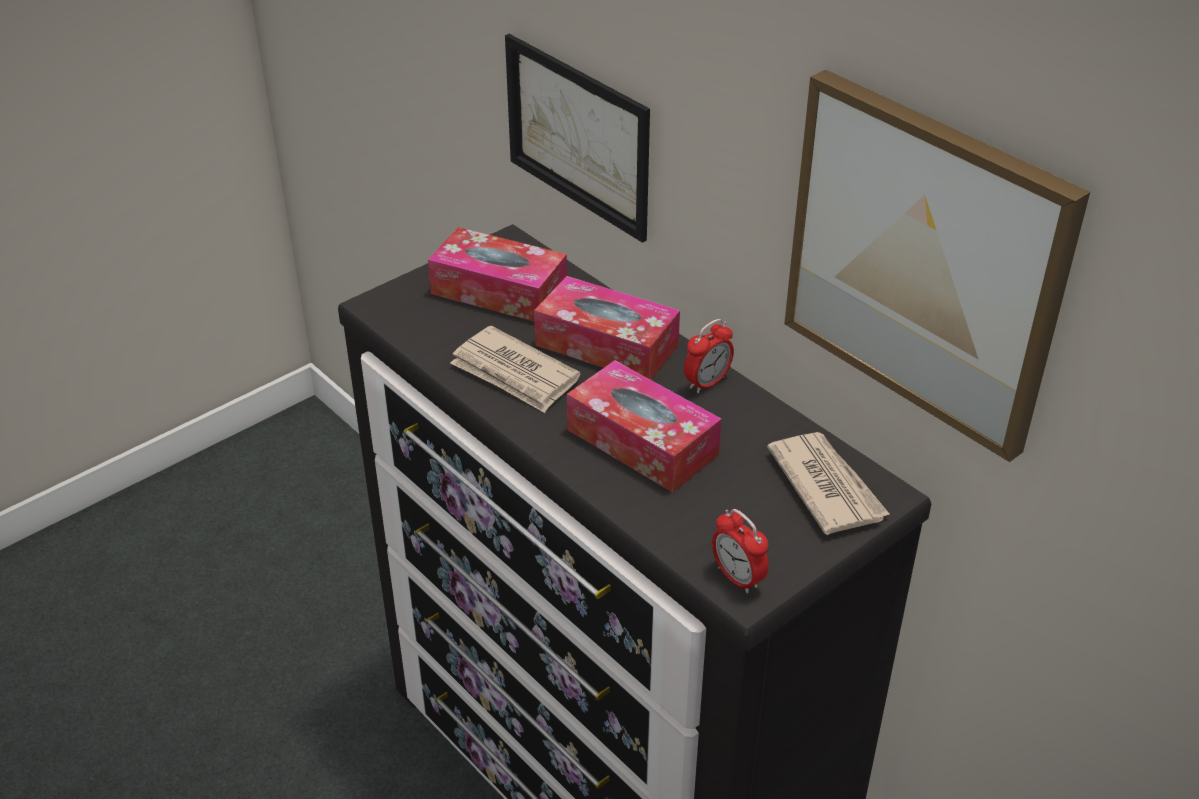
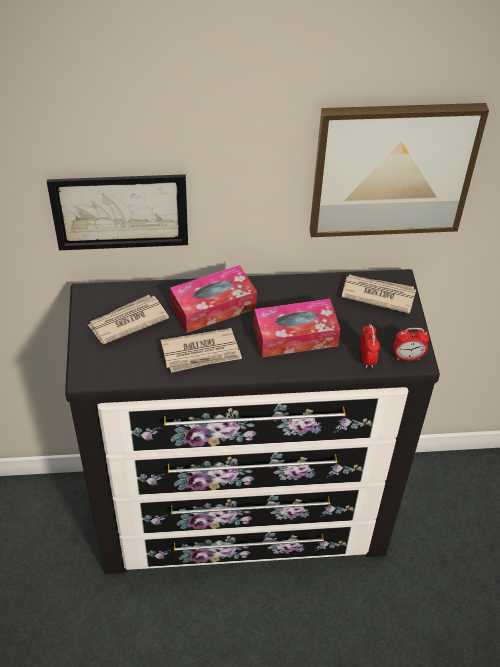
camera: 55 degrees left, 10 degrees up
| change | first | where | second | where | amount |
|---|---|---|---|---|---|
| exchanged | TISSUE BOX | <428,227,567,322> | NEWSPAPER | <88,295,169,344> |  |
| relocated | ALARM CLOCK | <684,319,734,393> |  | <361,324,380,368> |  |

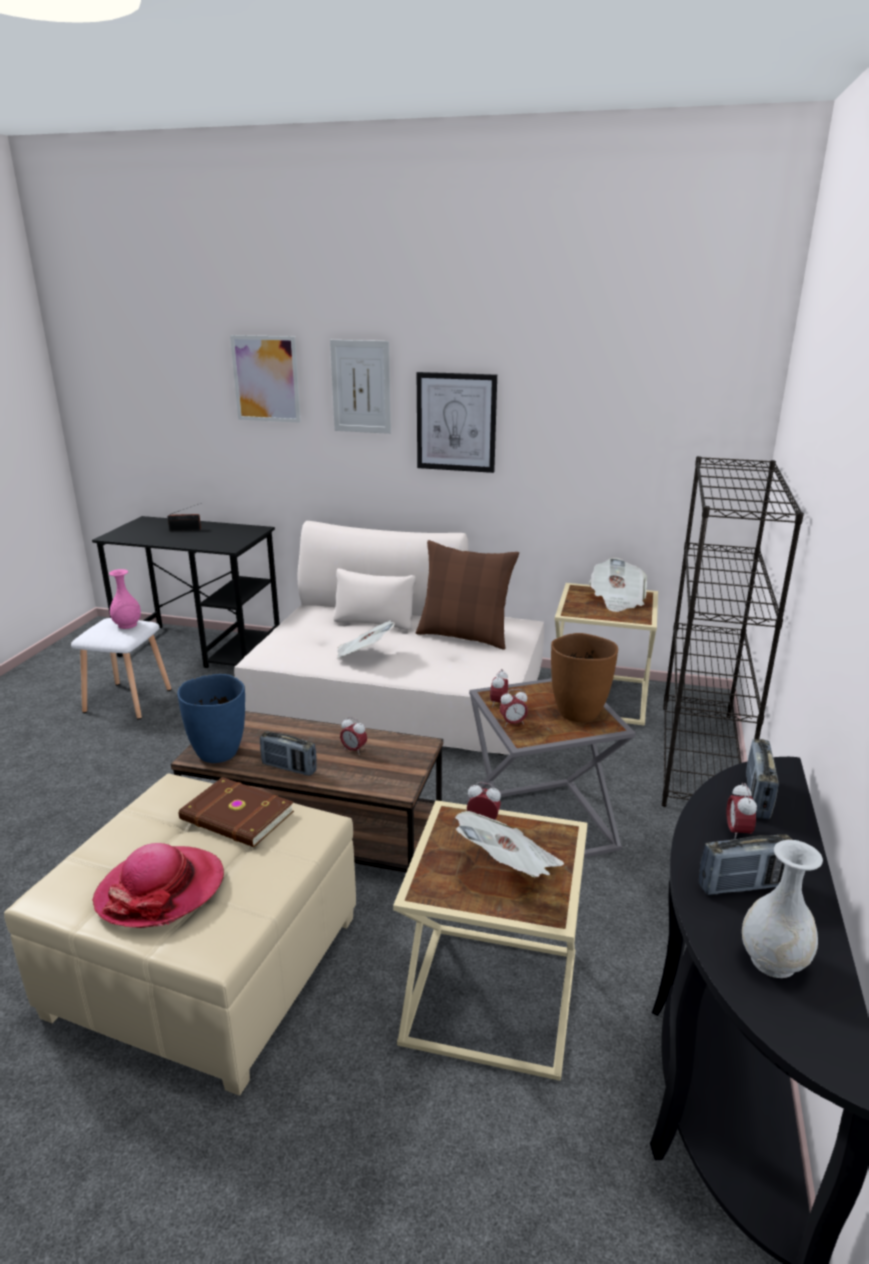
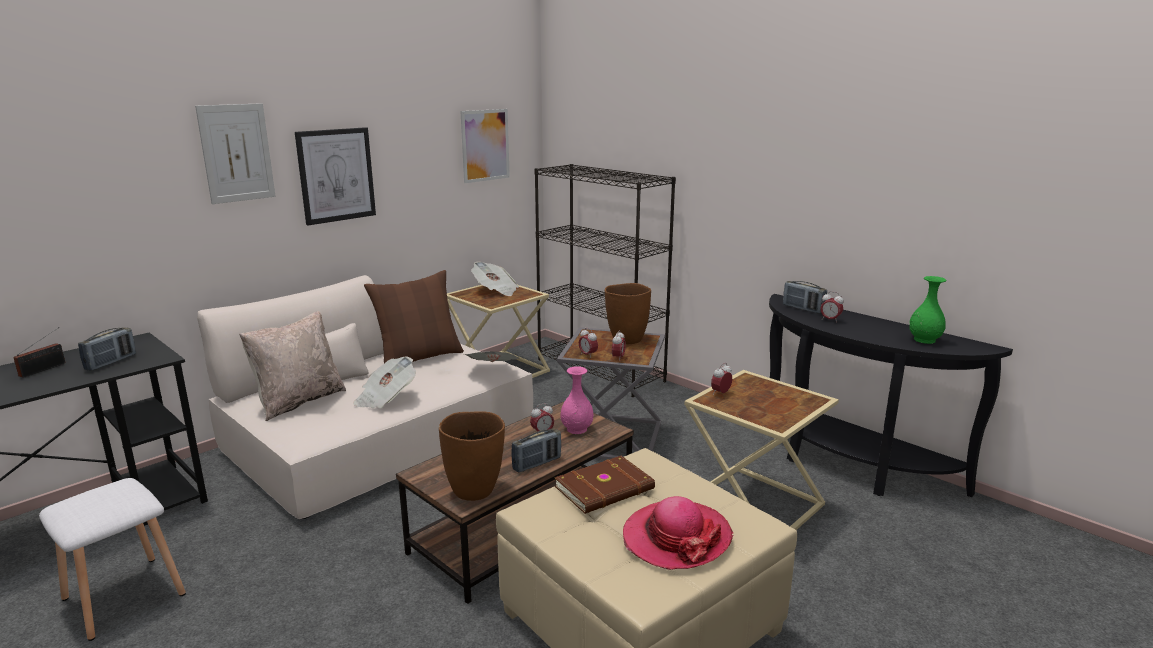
camera: 60 degrees left, 5 degrees down
| change | first | where | second | where | amount |
|---|---|---|---|---|---|
| relocated | RADIO | <699,834,793,895> |  | <78,327,136,371> |  |
| appeared |  |  | BEIGE PILLOW | <239,311,346,421> |  |
| colour | BLUE VASE | <177,674,245,763> | BROWN VASE | <439,411,505,501> |  |
| relocated | PICTURE | <230,335,301,423> |  | <460,109,510,183> |  |
| relocated | NEWSPAPER | <455,811,564,878> |  | <464,351,519,362> |  |
| relocated | PINK VASE | <109,569,141,629> |  | <561,366,593,434> |  |
| colour | WHITE VASE | <742,840,823,978> | GREEN VASE | <909,276,946,344> |  |

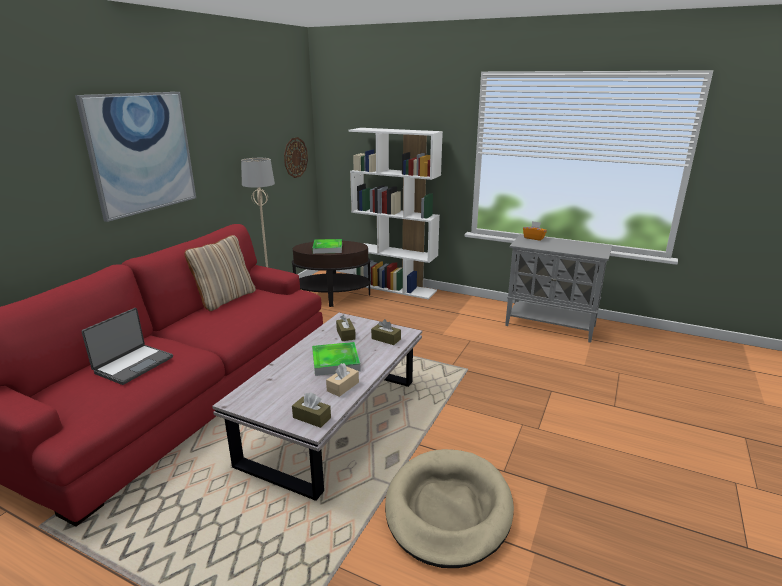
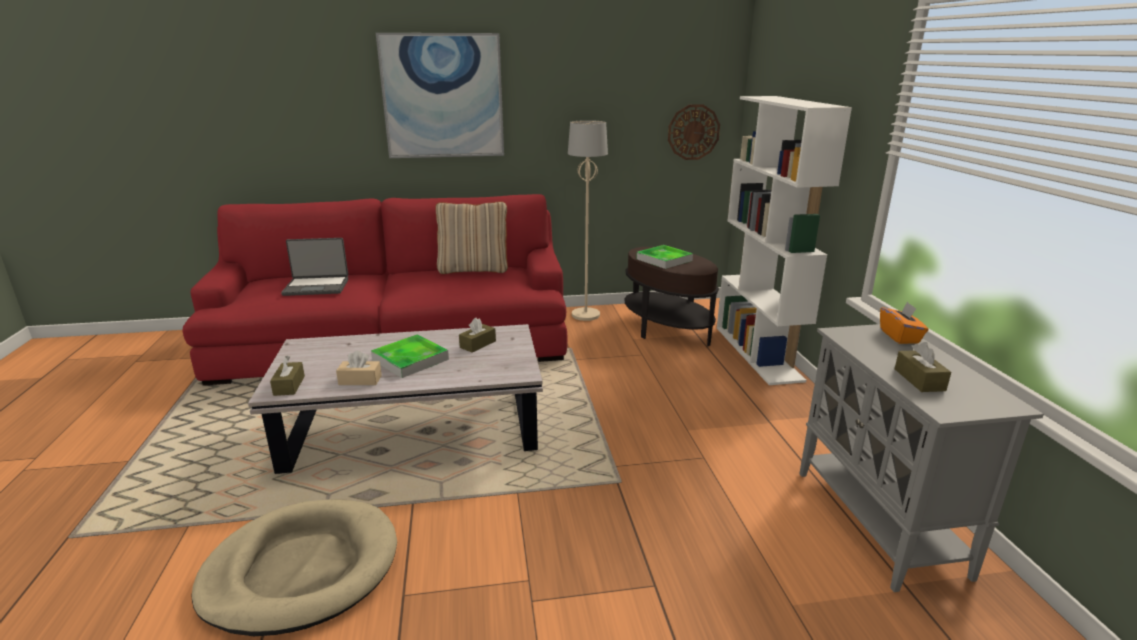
camera: 55 degrees right, 0 degrees up
| change | first | where | second | where | amount |
|---|---|---|---|---|---|
| relocated | BROWN TISSUE BOX | <371,319,401,345> |  | <895,342,951,392> |  |

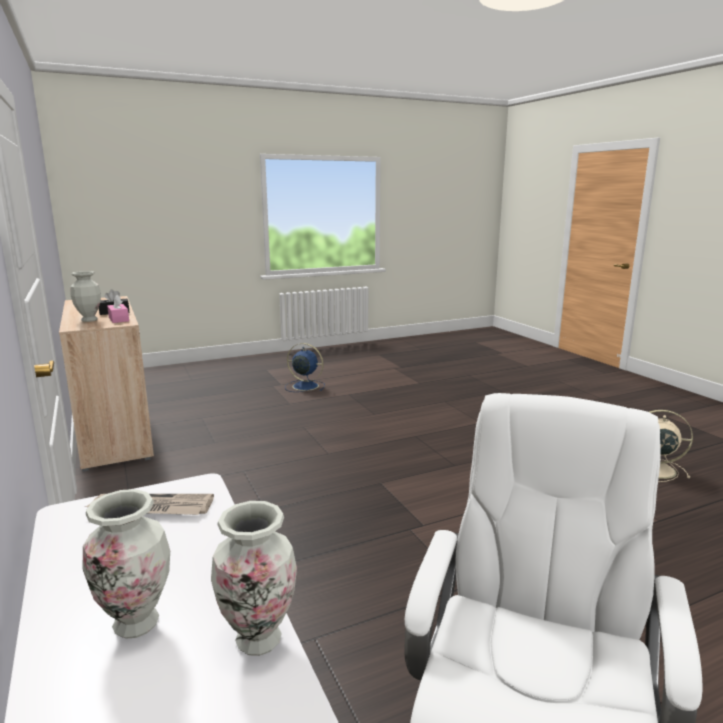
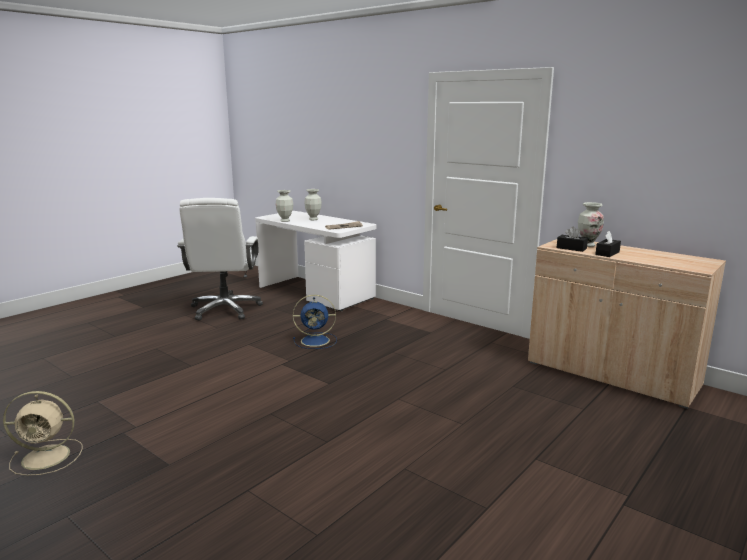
camera: 155 degrees right, 0 degrees up
| change | first | where | second | where | amount |
|---|---|---|---|---|---|
| relocated | BLUE FAN | <285,343,325,392> |  | <293,295,337,349> |  |
| colour | PINK TISSUE BOX | <107,295,129,323> | BLACK TISSUE BOX | <556,227,588,252> |  |

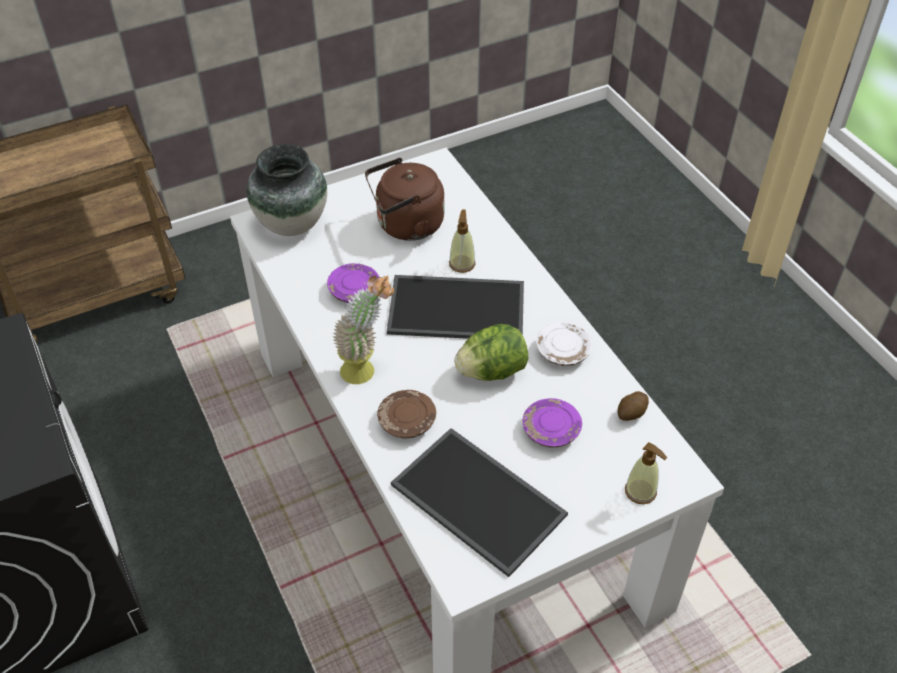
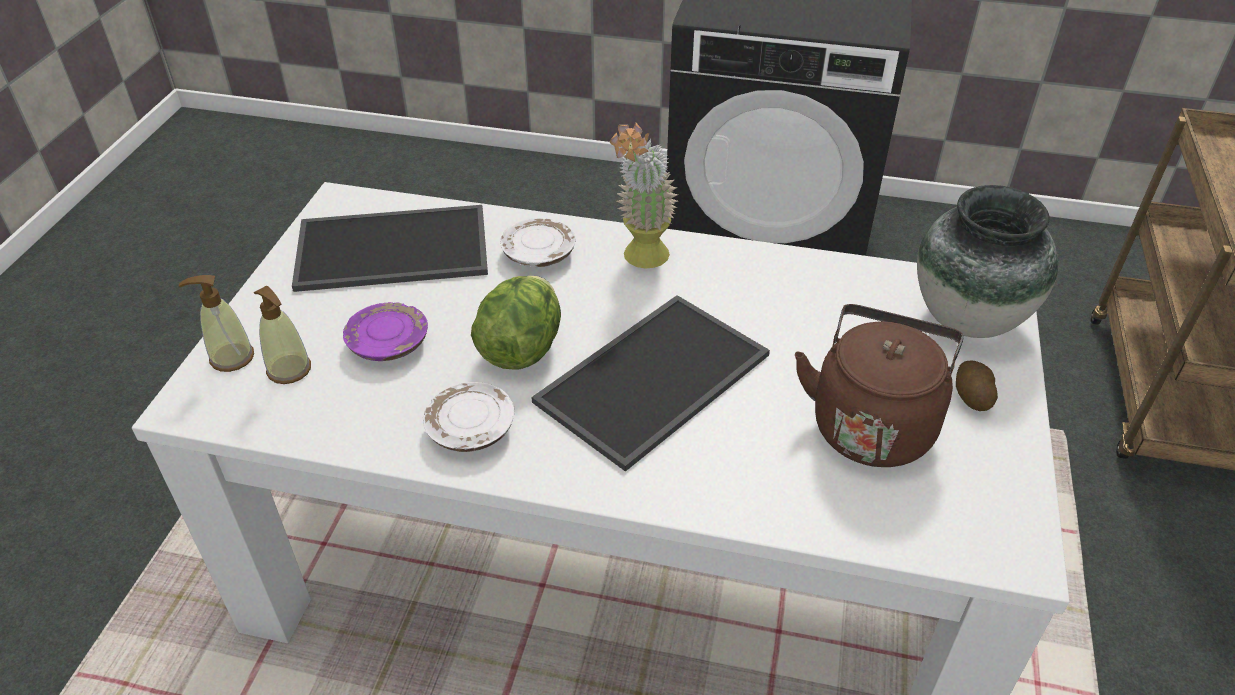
camera: 130 degrees right, 5 degrees down
| change | first | where | second | where | amount |
|---|---|---|---|---|---|
| relocated | SOAP DISPENSER | <449,209,476,273> |  | <254,285,311,384> |  |
| colour | BROWN PLATE | <377,390,436,438> | WHITE PLATE | <500,218,576,267> |  |
| relocated | POTATO | <618,391,649,421> |  | <956,360,998,411> |  |
| missing | PURPLE PLATE | <327,263,379,303> |  |  |  |

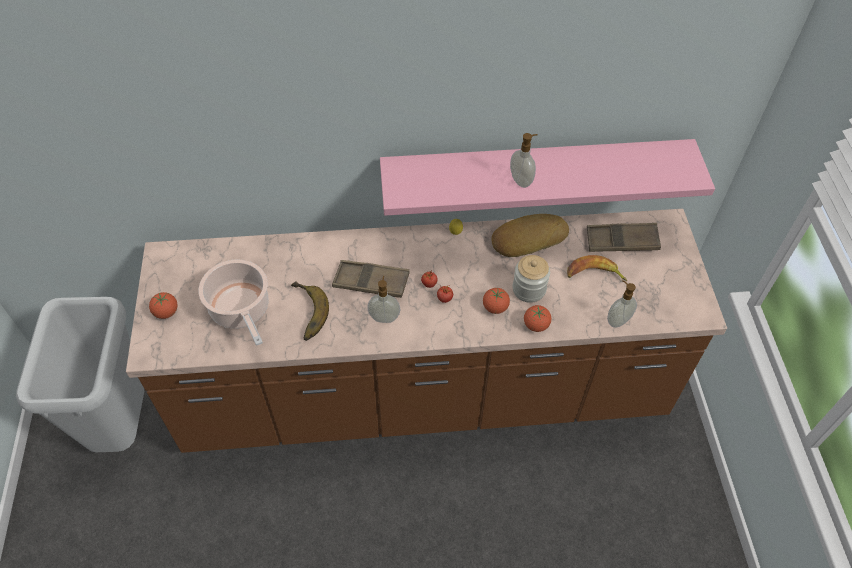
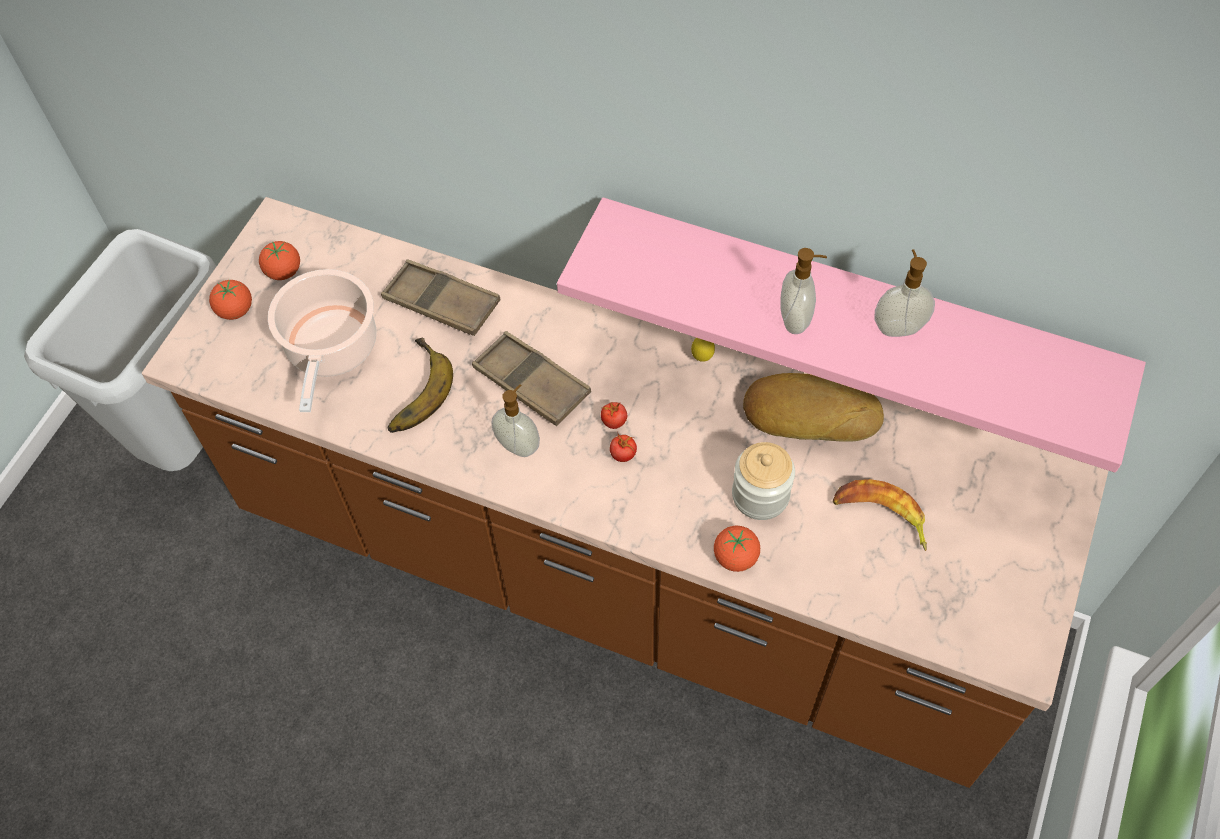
camera: 30 degrees right, 5 degrees up
| change | first | where | second | where | amount |
|---|---|---|---|---|---|
| relocated | TOMATO | <483,288,510,314> |  | <259,241,300,280> |  |
| relocated | BROWN TRAY | <587,223,661,252> |  | <381,259,501,336> |  |
| relocated | SOAP DISPENSER | <607,280,637,328> |  | <875,249,935,337> |  |

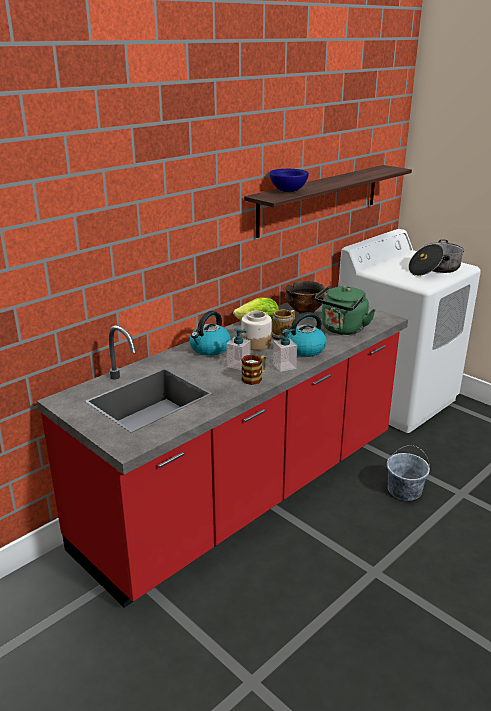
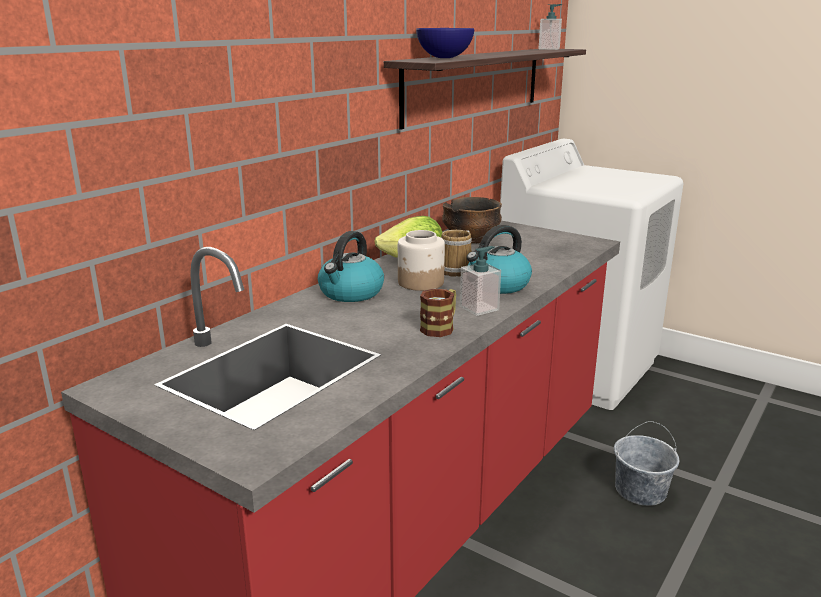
camera: 10 degrees left, 5 degrees down
| change | first | where | second | where | amount |
|---|---|---|---|---|---|
| relocated | SOAP DISPENSER | <226,328,251,371> |  | <539,4,562,50> |  |
| missing | GREEN KETTLE | <315,285,376,335> |  |  |  |
| missing | COOKING POT | <409,239,464,276> |  |  |  |

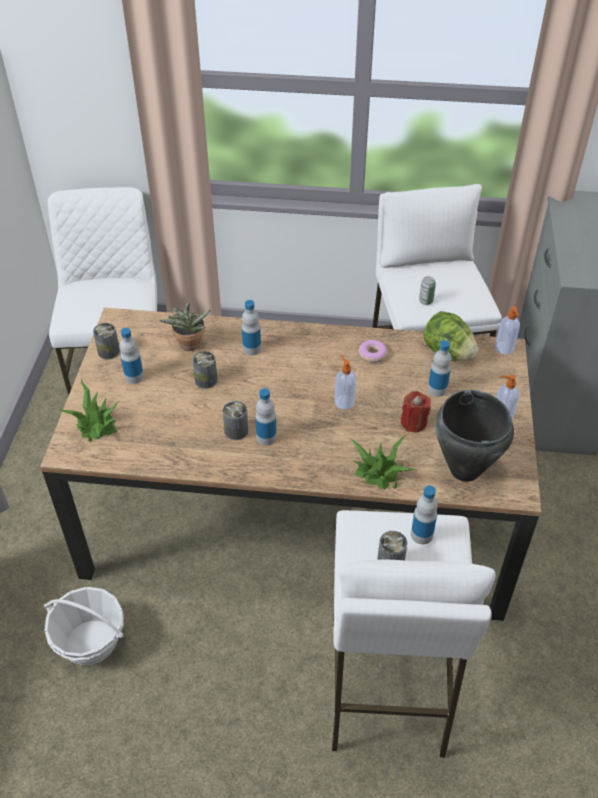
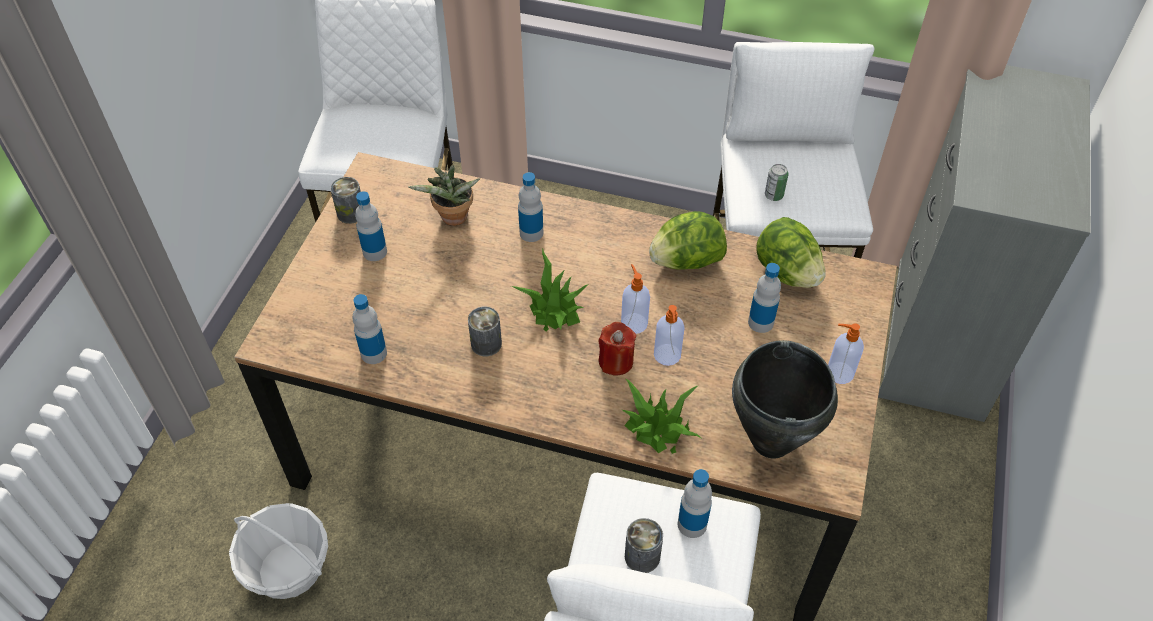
camera: 10 degrees right, 5 degrees up
| change | first | where | second | where | amount |
|---|---|---|---|---|---|
| relocated | BOTTLE | <255,388,277,446> |  | <352,294,387,364> |  |
| relocated | POTTED PLANT | <59,379,119,442> |  | <511,248,589,331> |  |
| relocated | RED CANDLE | <401,391,431,432> |  | <598,322,636,376> |  |
| exchanged | DONUT | <359,340,388,363> | LETTUCE | <649,211,727,270> |  |
| relocated | SOAP DISPENSER | <495,306,520,354> |  | <654,305,685,366> |  |
| missing | CAN | <193,351,218,389> |  |  |  |

